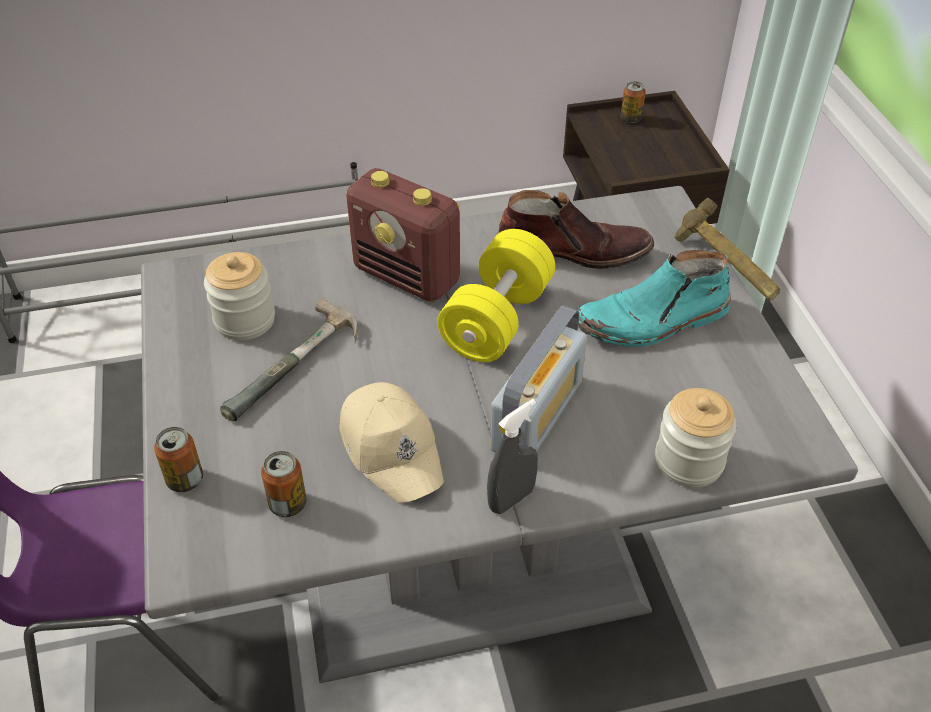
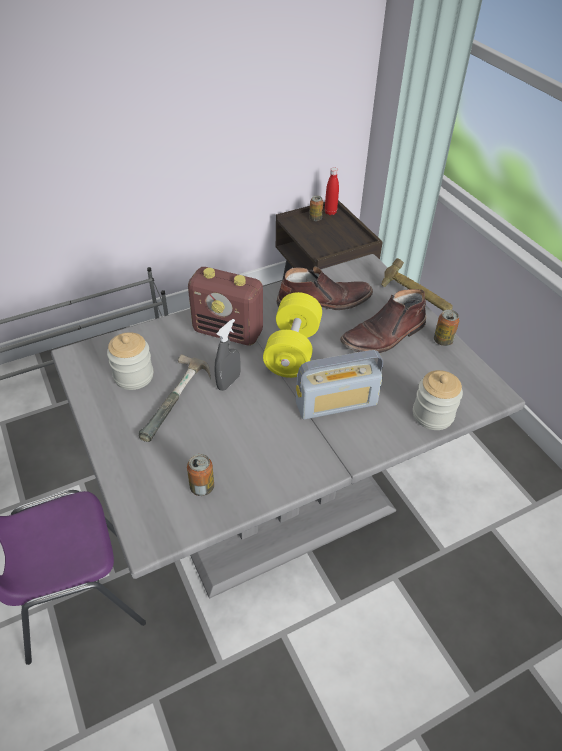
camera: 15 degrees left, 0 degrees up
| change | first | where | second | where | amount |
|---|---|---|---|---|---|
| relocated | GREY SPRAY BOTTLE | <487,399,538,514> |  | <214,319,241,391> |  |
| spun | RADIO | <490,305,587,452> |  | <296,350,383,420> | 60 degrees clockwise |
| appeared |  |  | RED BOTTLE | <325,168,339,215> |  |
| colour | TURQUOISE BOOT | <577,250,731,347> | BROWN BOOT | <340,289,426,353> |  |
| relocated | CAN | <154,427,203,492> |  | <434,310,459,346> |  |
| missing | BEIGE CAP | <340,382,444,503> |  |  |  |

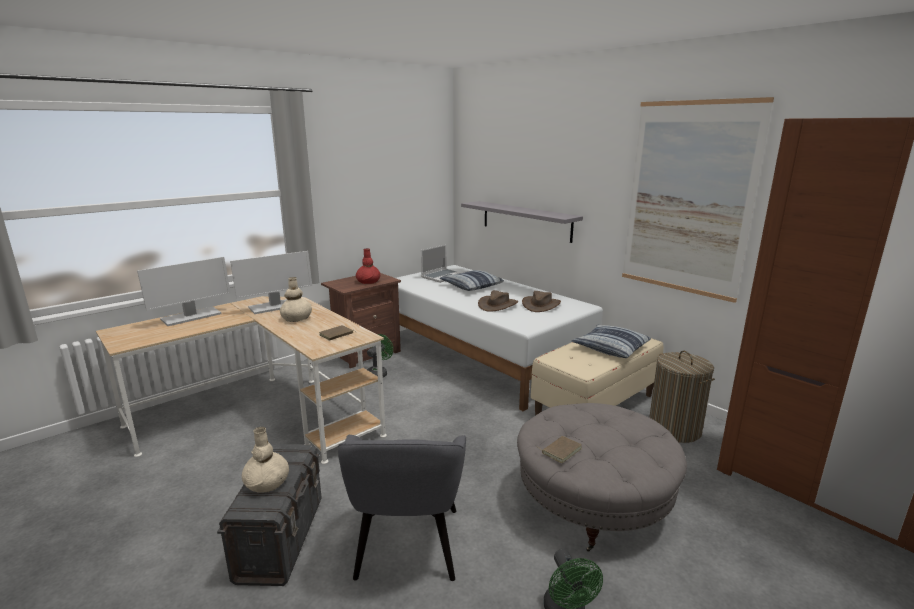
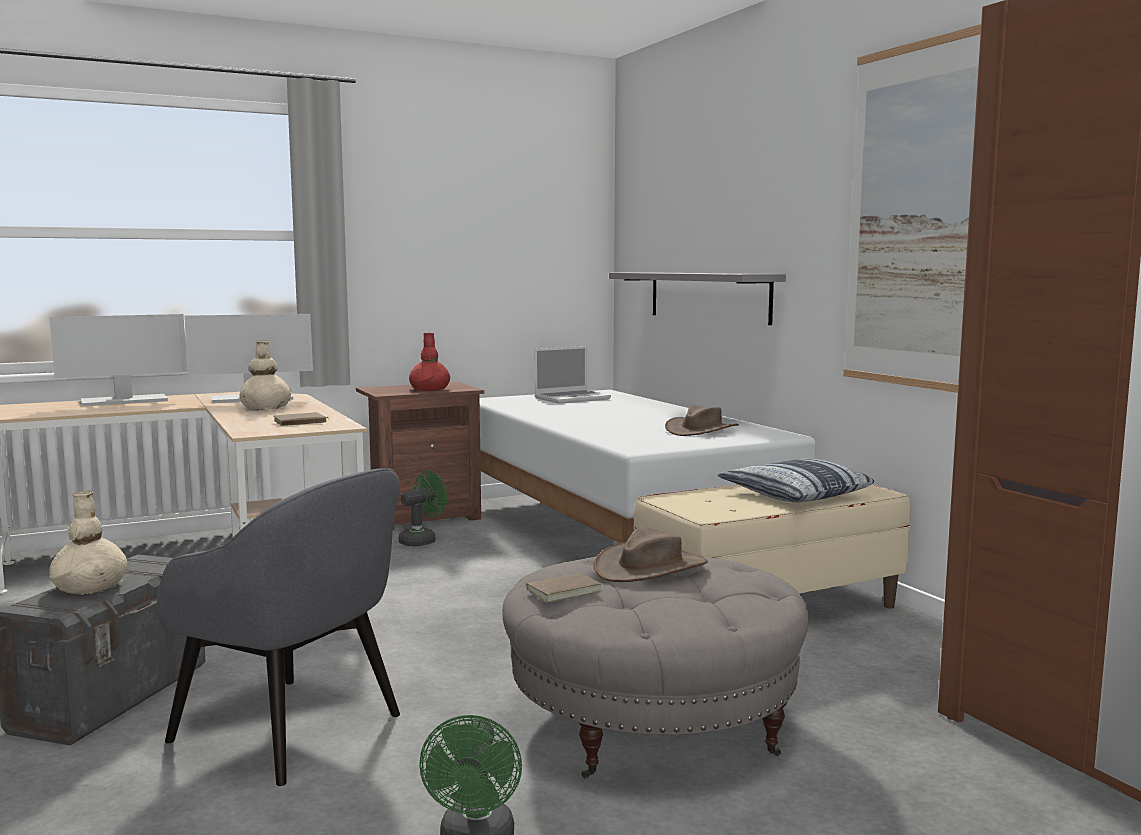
camera: 15 degrees right, 10 degrees down
| change | first | where | second | where | amount |
|---|---|---|---|---|---|
| spun | GREY ARMCHAIR | <338,435,466,581> |  | <157,468,400,786> | 75 degrees counterclockwise |
| relocated | BROWN HAT | <478,290,518,312> |  | <593,527,708,582> |  |
| missing | PILLOW | <440,270,504,291> |  |  |  |
| missing | LAUNDRY BASKET | <649,351,715,443> |  |  |  |

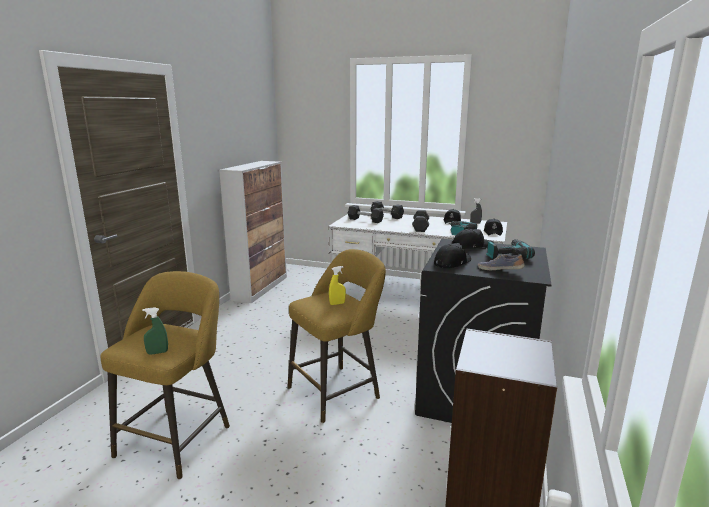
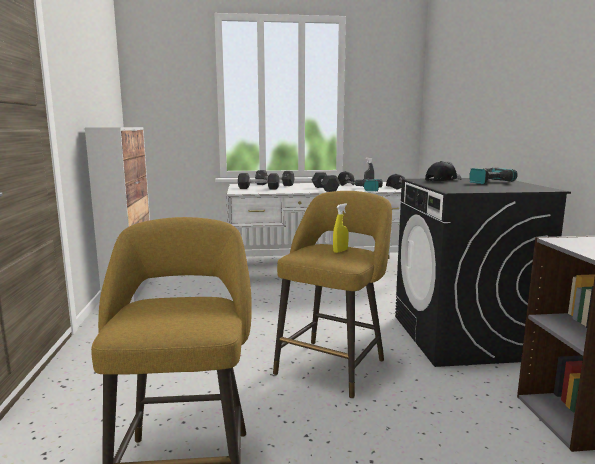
camera: 25 degrees left, 5 degrees down
| change | first | where | second | where | amount |
|---|---|---|---|---|---|
| missing | GREEN SPRAY BOTTLE | <142,307,168,355> |  |  |  |
| missing | BLACK CAP | <434,243,471,268> |  |  |  |
| missing | SHOE | <478,254,525,270> |  |  |  |

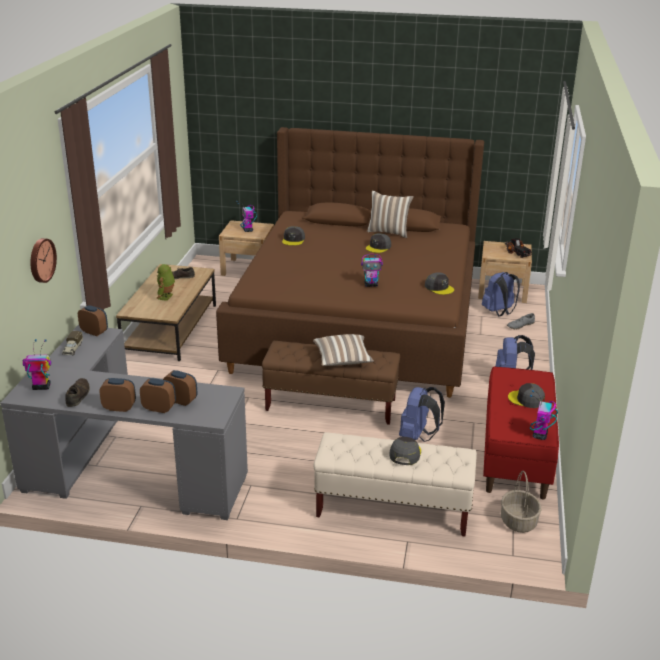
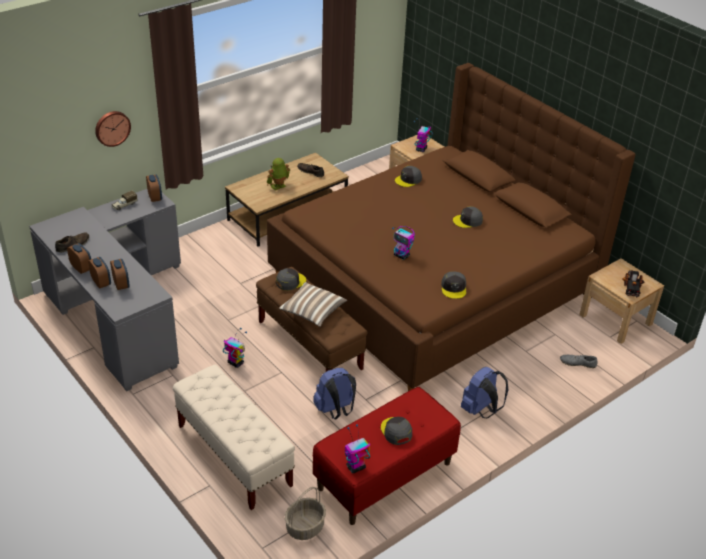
camera: 40 degrees right, 10 degrees up
| change | first | where | second | where | amount |
|---|---|---|---|---|---|
| relocated | TOY ROBOT | <23,339,52,390> |  | <223,328,247,368> |  |
| relocated | GREY CAP | <389,437,421,465> |  | <276,268,306,291> |  |
| missing | PILLOW | <367,190,414,238> |  |  |  |
| missing | BLUE BACKPACK | <482,272,520,316> |  |  |  |

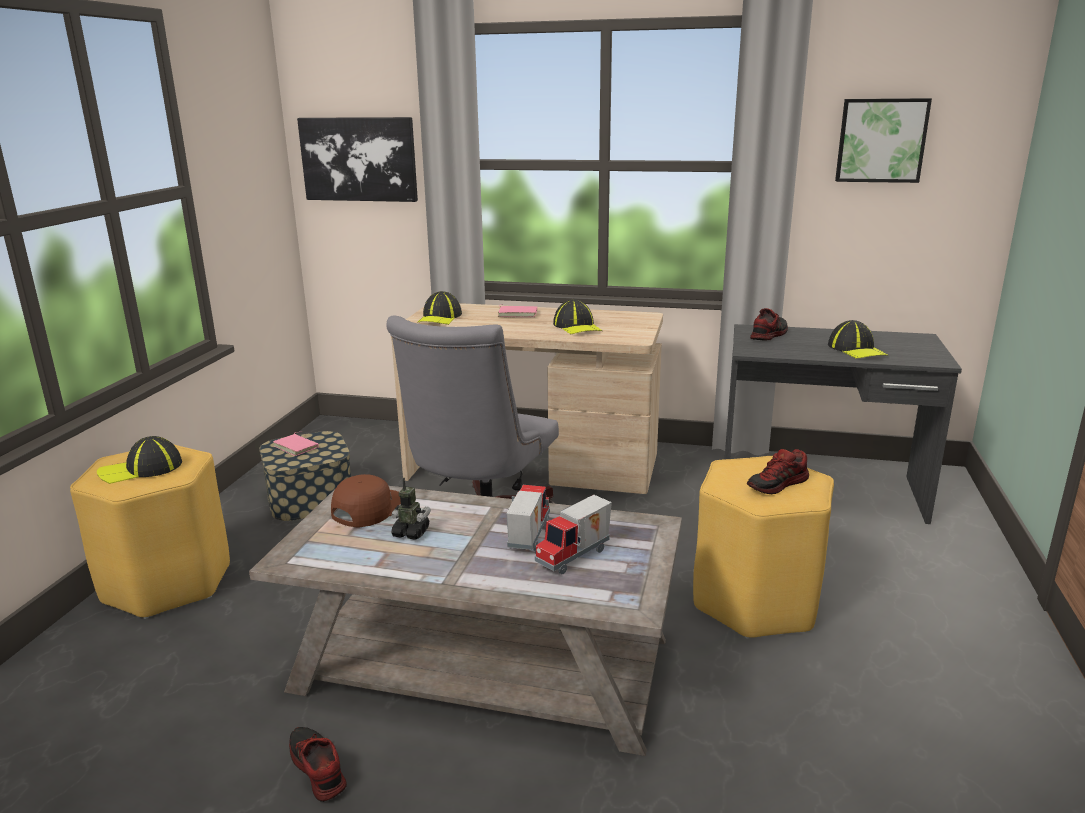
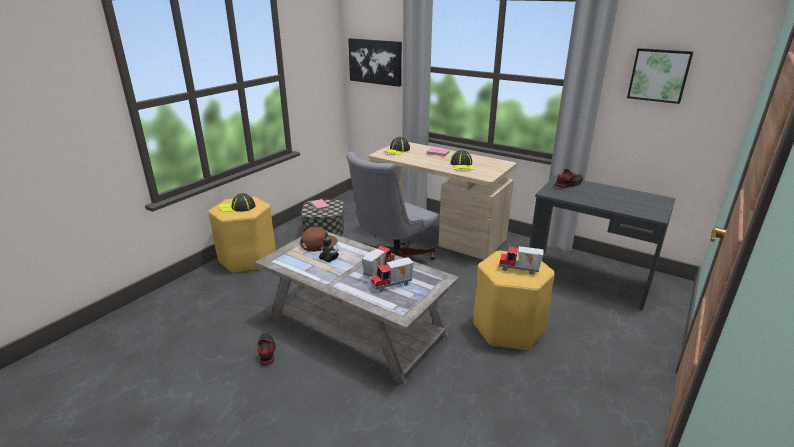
camera: 20 degrees right, 5 degrees up
| change | first | where | second | where | amount |
|---|---|---|---|---|---|
| exchanged | SHOE | <747,449,809,494> | TOY TRUCK | <499,246,544,275> |  |
| missing | CAP | <828,320,888,359> |  |  |  |

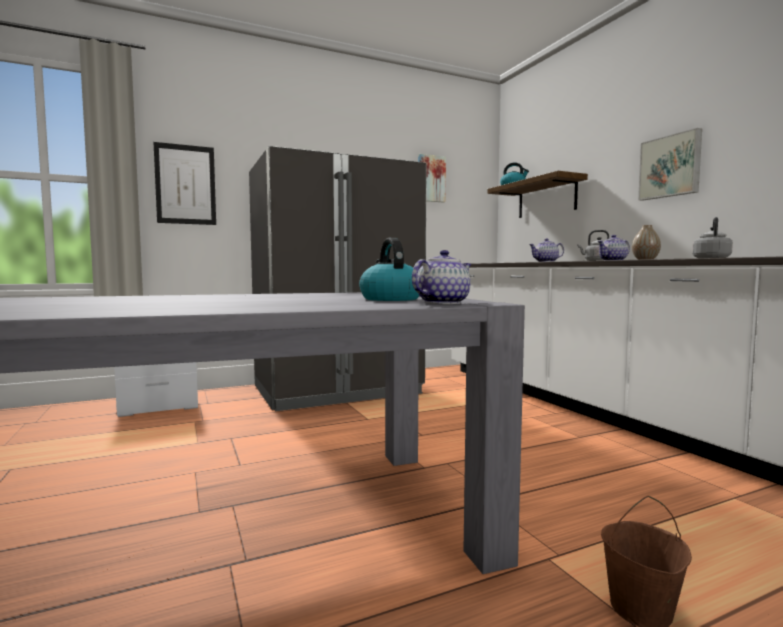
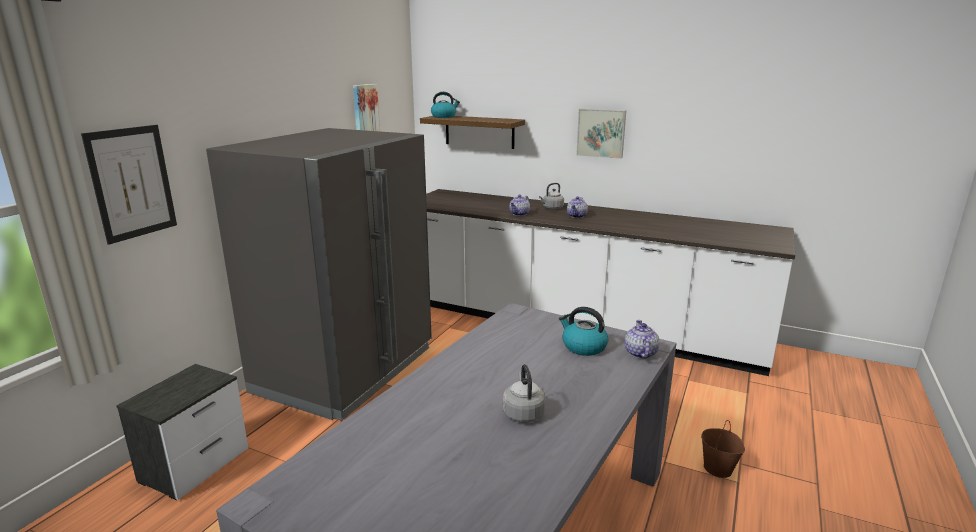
camera: 40 degrees left, 15 degrees up
| change | first | where | second | where | amount |
|---|---|---|---|---|---|
| relocated | GREY KETTLE | <692,217,733,258> |  | <503,364,546,422> |  |
| missing | VASE | <632,225,661,260> |  |  |  |

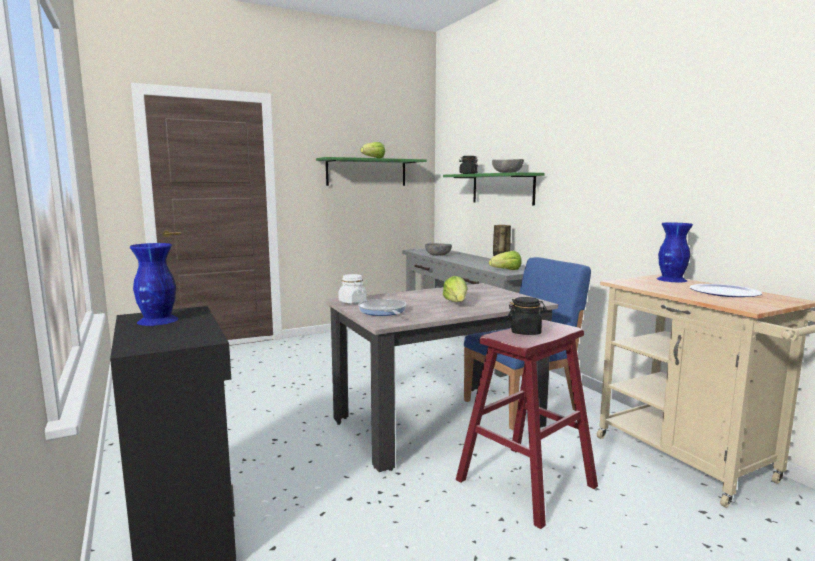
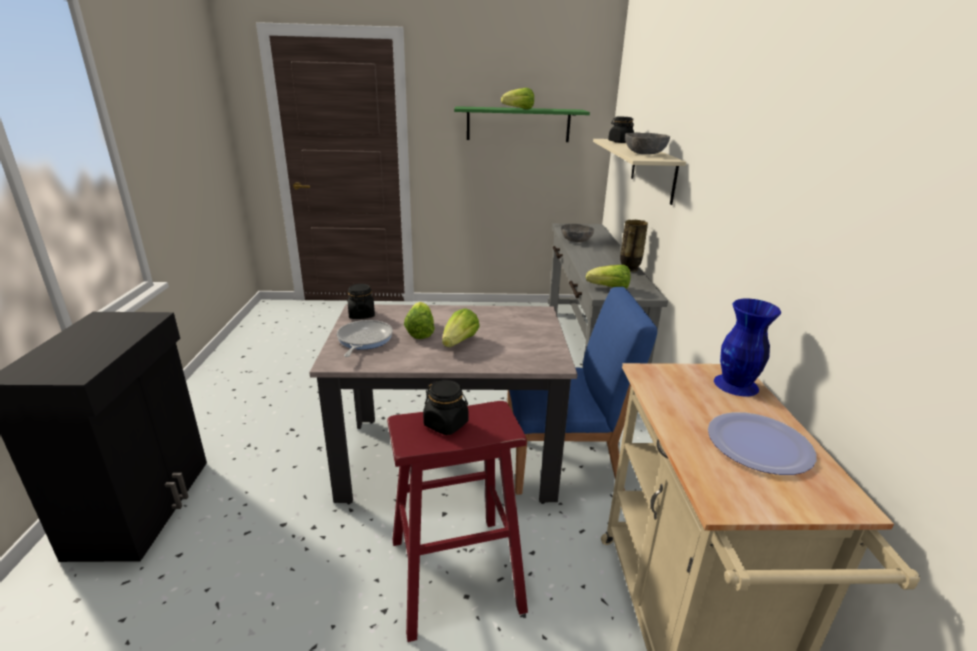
camera: 25 degrees right, 15 degrees up
| change | first | where | second | where | amount |
|---|---|---|---|---|---|
| colour | WHITE JAR | <339,274,367,304> | BLACK JAR | <348,284,375,319> |  |
| appeared |  |  | LETTUCE | <404,302,435,339> |  |
| colour | GREEN SHELF | <443,172,544,206> | BEIGE SHELF | <593,139,686,205> |  |
| missing | BLUE VASE | <130,243,178,326> |  |  |  |

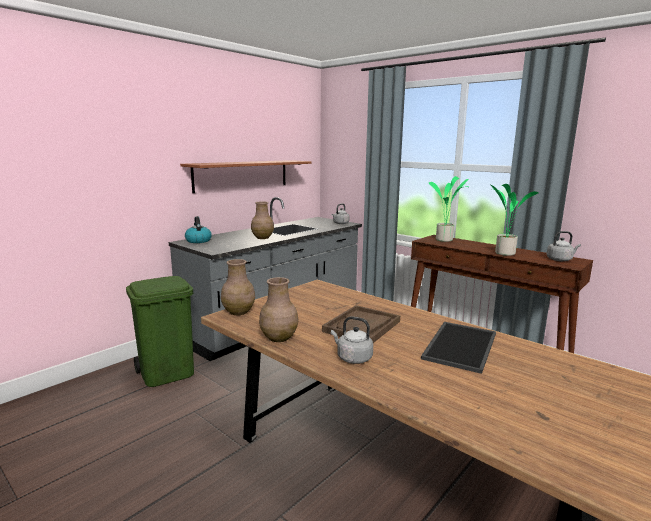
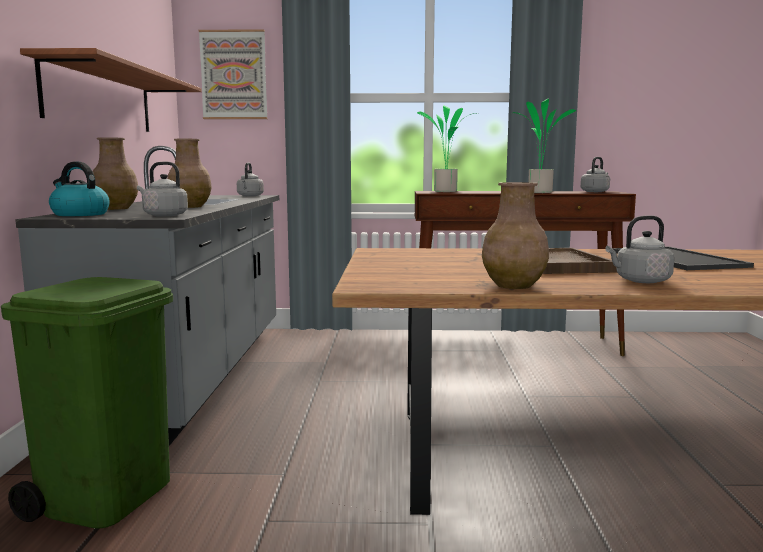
camera: 40 degrees left, 5 degrees down
| change | first | where | second | where | amount |
|---|---|---|---|---|---|
| relocated | BROWN VASE | <221,259,255,315> |  | <93,137,138,210> |  |
| appeared |  |  | GREY KETTLE | <137,162,188,217> |  |
| appeared |  |  | PICTURE | <199,29,268,119> |  |

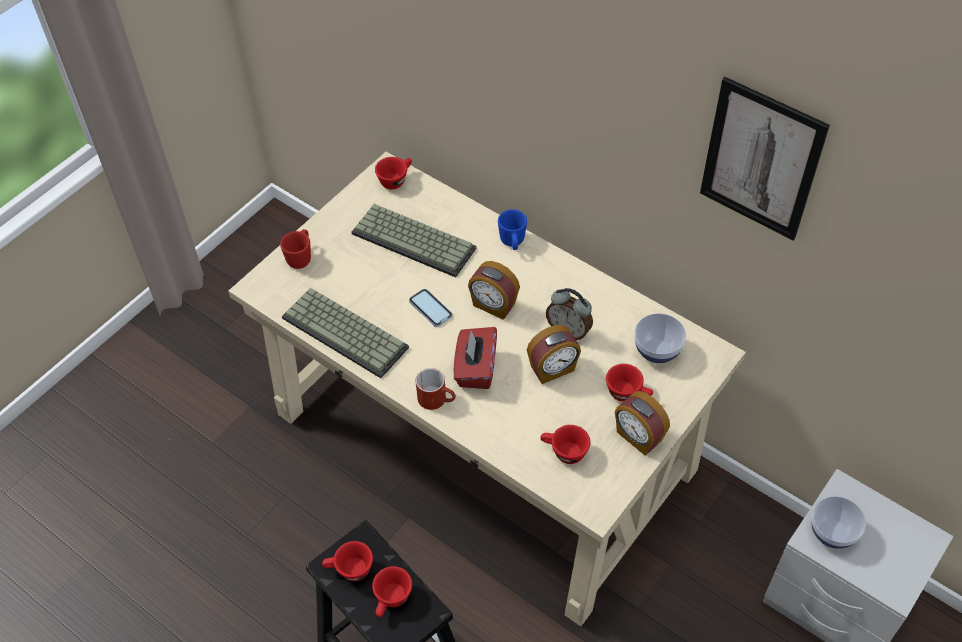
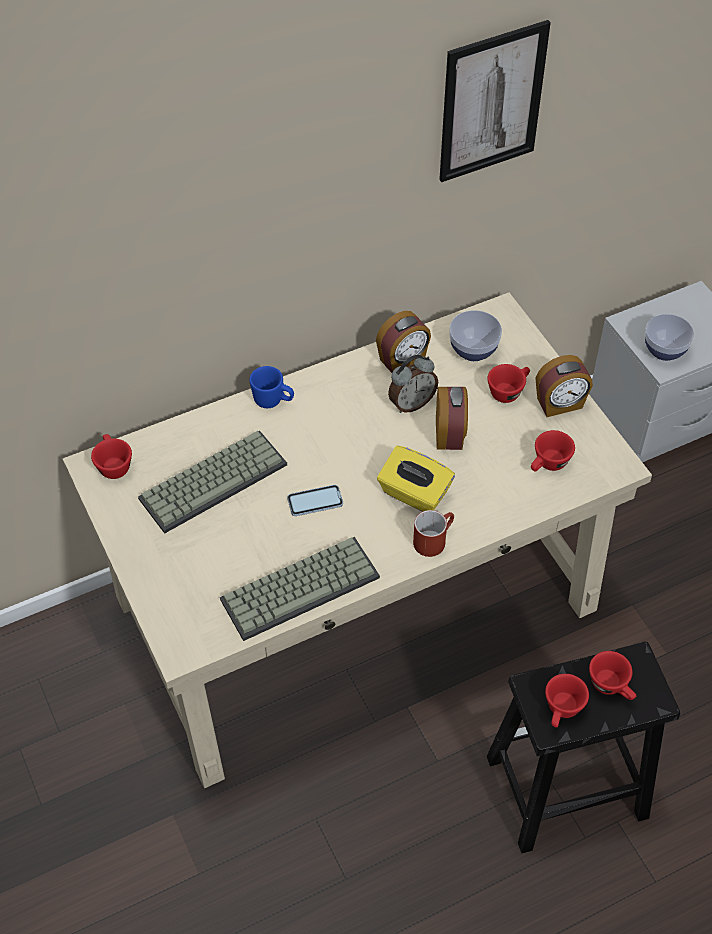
camera: 65 degrees left, 0 degrees up
| change | first | where | second | where | amount |
|---|---|---|---|---|---|
| relocated | ALARM CLOCK | <468,261,520,320> |  | <376,311,431,373> |  |
| colour | RED TISSUE BOX | <454,327,497,389> | YELLOW TISSUE BOX | <377,446,455,512> |  |
| missing | RED MUG | <280,229,311,269> |  |  |  |

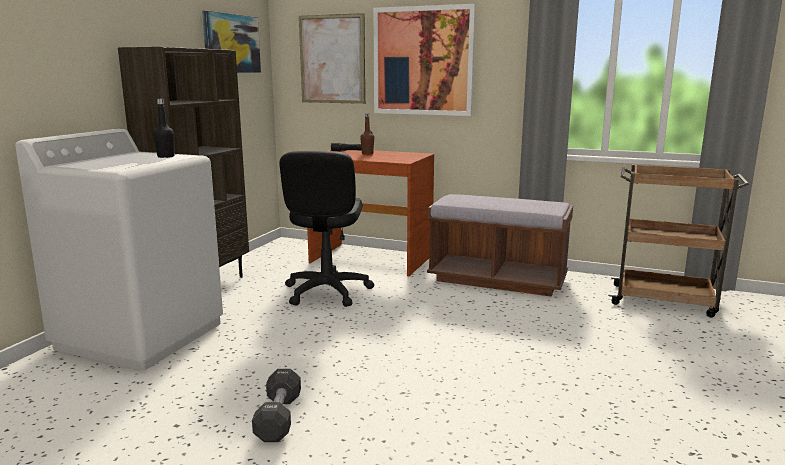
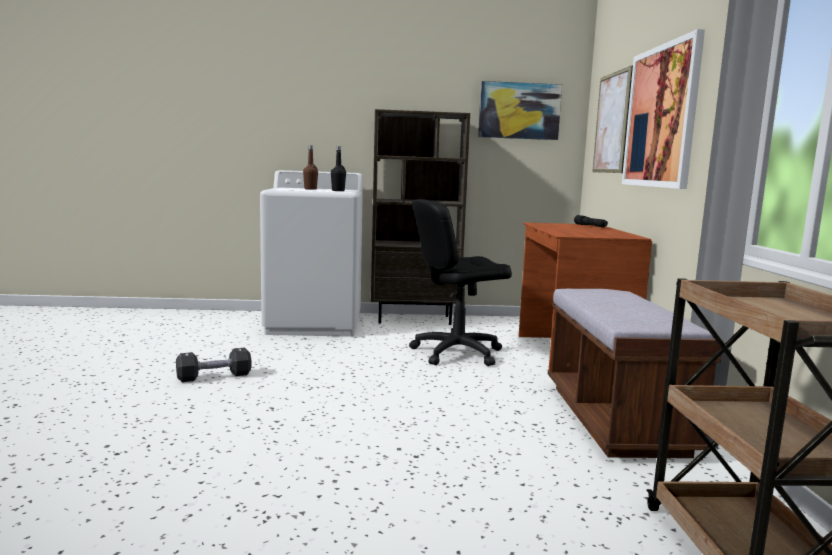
camera: 65 degrees right, 5 degrees down
| change | first | where | second | where | amount |
|---|---|---|---|---|---|
| relocated | BROWN BOTTLE | <360,113,374,155> |  | <303,146,318,190> |  |

